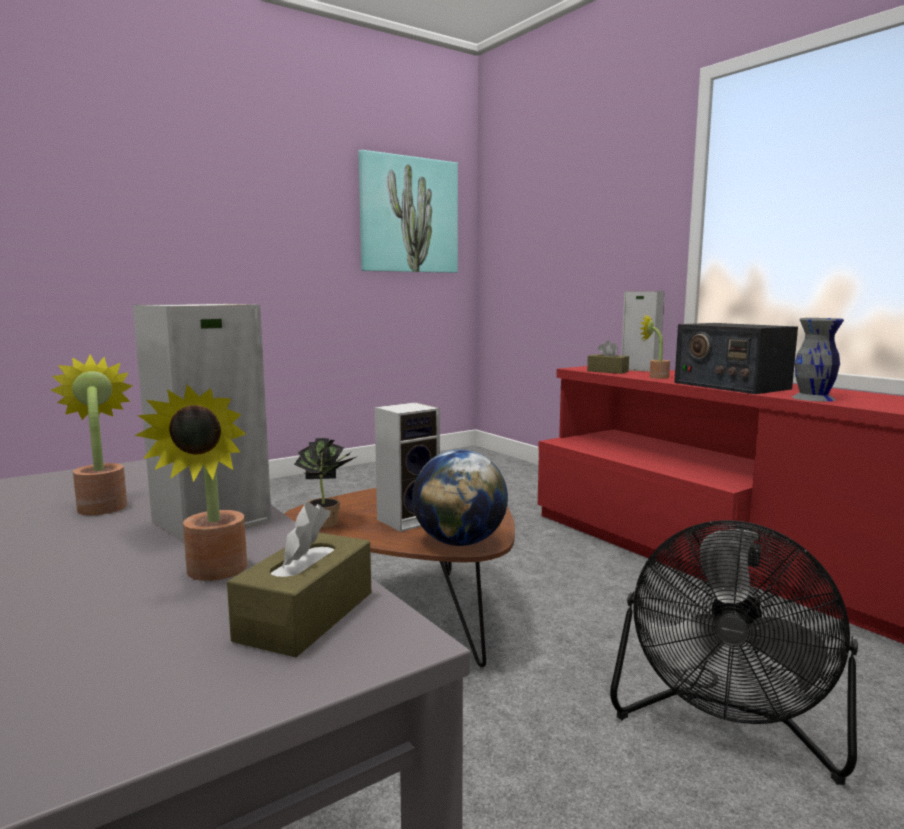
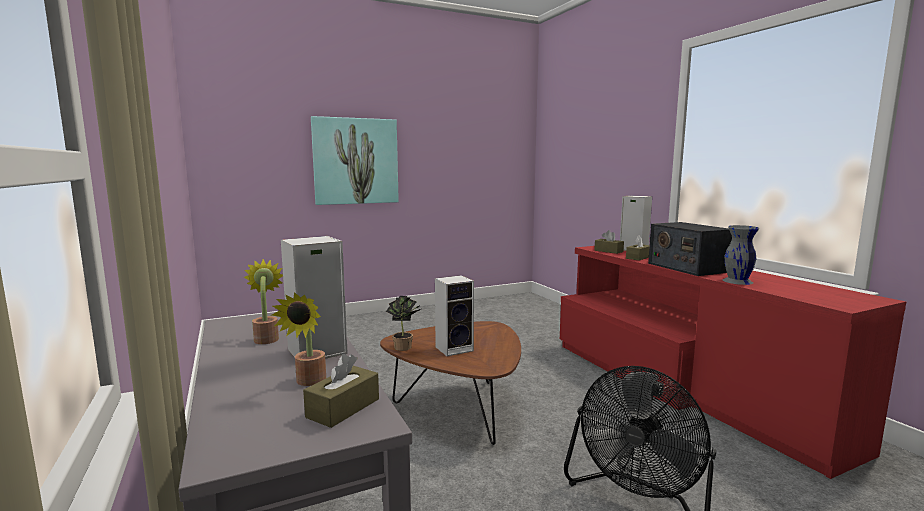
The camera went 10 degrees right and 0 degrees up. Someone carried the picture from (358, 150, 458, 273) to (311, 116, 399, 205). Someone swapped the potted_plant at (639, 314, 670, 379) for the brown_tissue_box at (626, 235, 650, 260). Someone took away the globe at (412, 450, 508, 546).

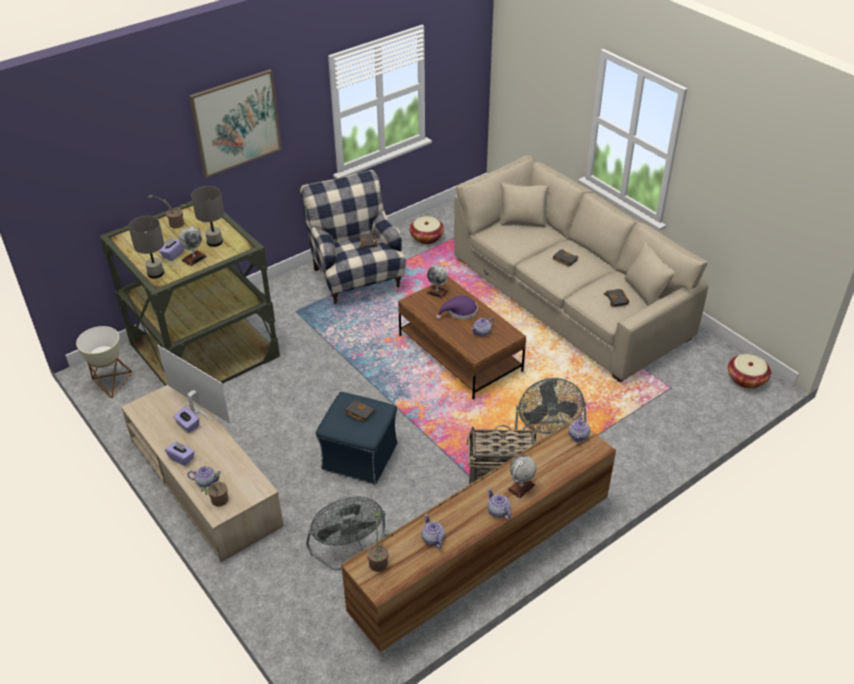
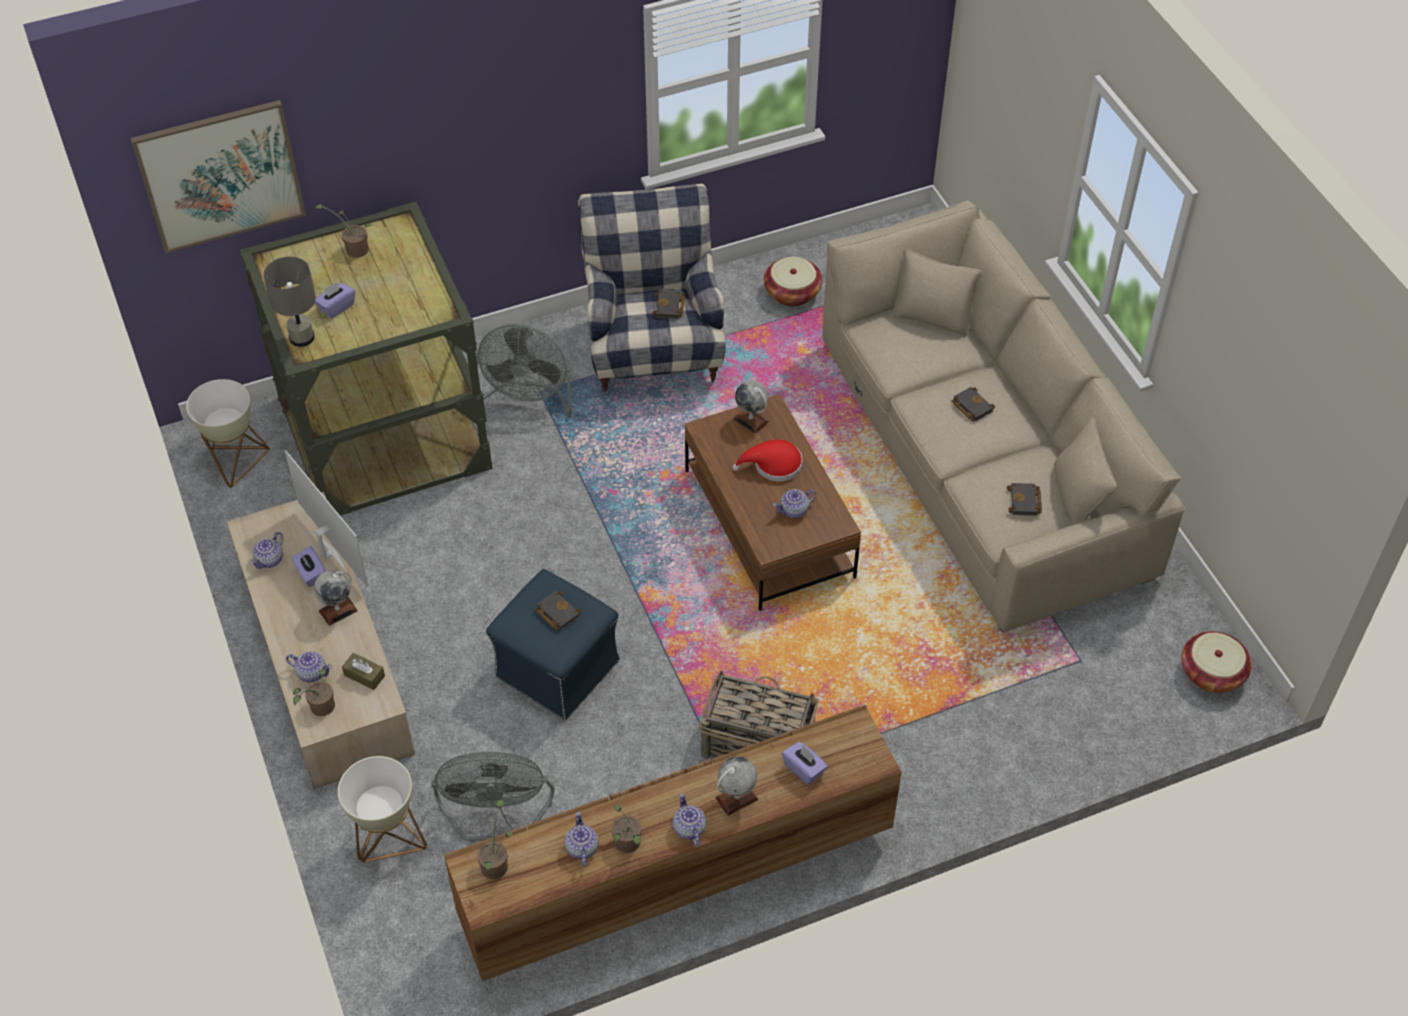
The camera went 15 degrees right and 10 degrees up. Someone carried the picture from (189, 69, 282, 178) to (131, 100, 306, 253). Someone carried the teapot from (569, 415, 590, 442) to (250, 532, 283, 569). Someone carried the globe from (178, 226, 207, 266) to (314, 570, 358, 626). Someone put down the planter at (338, 756, 427, 863). Someone put down the brown_tissue_box at (342, 653, 385, 690). Someone carried the grey_fan from (515, 378, 587, 434) to (476, 323, 572, 417). Someone put down the potted_plant at (612, 804, 642, 853). Someone repainted the purple_hat at (436, 296, 478, 320), which became the red_hat at (732, 439, 802, 482). Someone carried the purple_tissue_box from (165, 441, 195, 466) to (782, 742, 827, 785). Someone took away the grey_table_lamp at (191, 186, 224, 247).

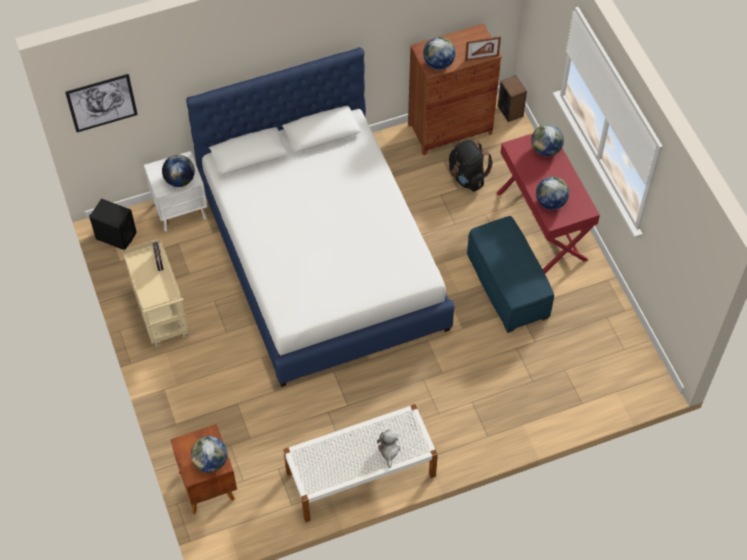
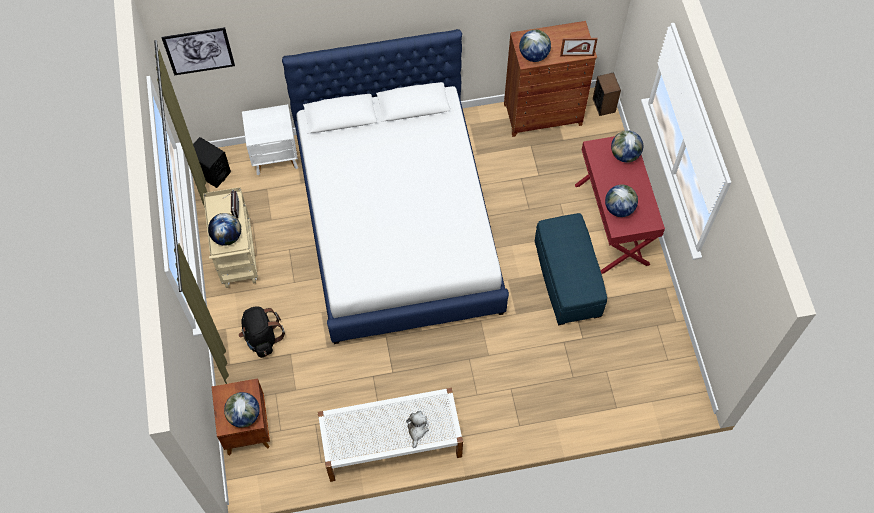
The camera went 10 degrees right and 5 degrees up. Someone carried the globe from (162, 155, 195, 187) to (208, 213, 241, 246). Someone carried the black_backpack from (449, 140, 493, 192) to (239, 306, 285, 358).

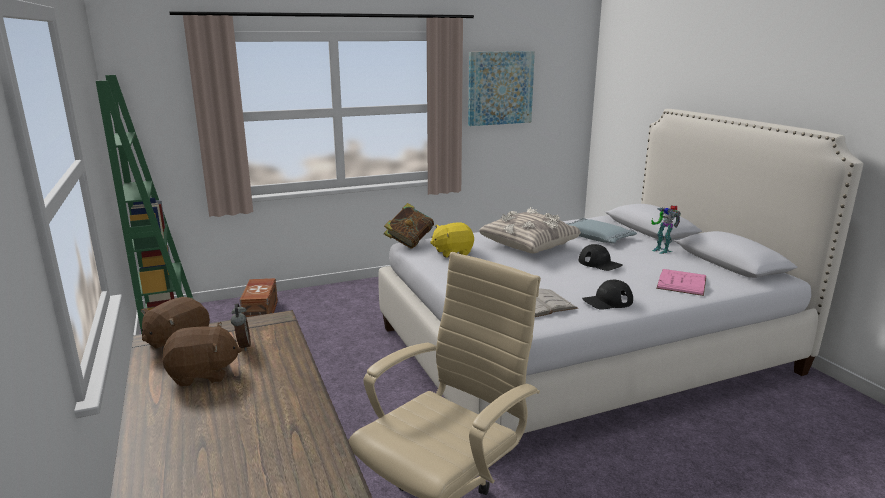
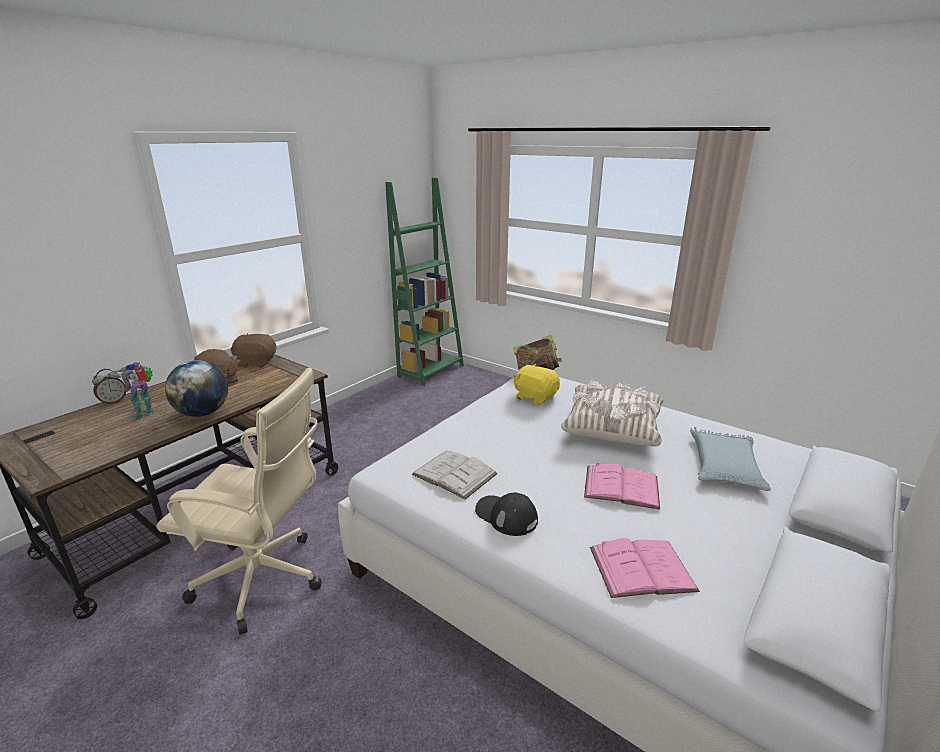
The camera went 60 degrees right and 5 degrees up. Someone carried the alarm_clock from (231, 304, 251, 351) to (92, 369, 126, 405). Someone carried the toy_robot from (651, 205, 681, 254) to (117, 362, 158, 421). Someone put down the globe at (165, 360, 228, 417). Someone swapped the black_cap at (579, 244, 623, 271) for the pink_book at (584, 463, 660, 509). Someone took away the brown_storage_box at (240, 278, 278, 317). Someone took away the picture at (468, 51, 535, 126).

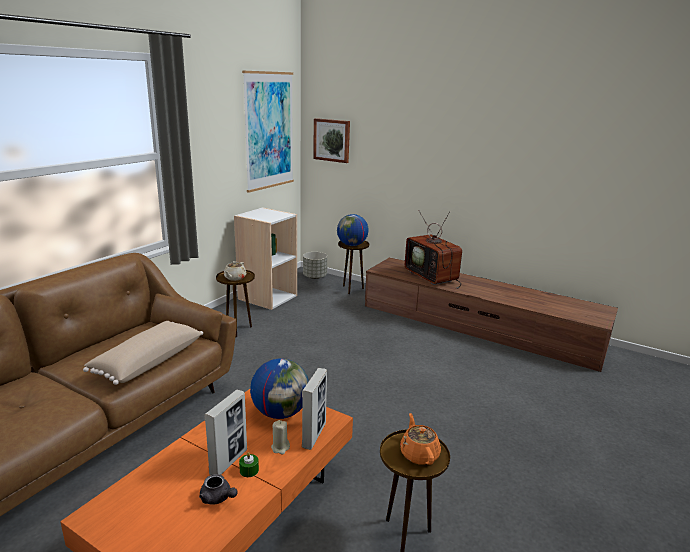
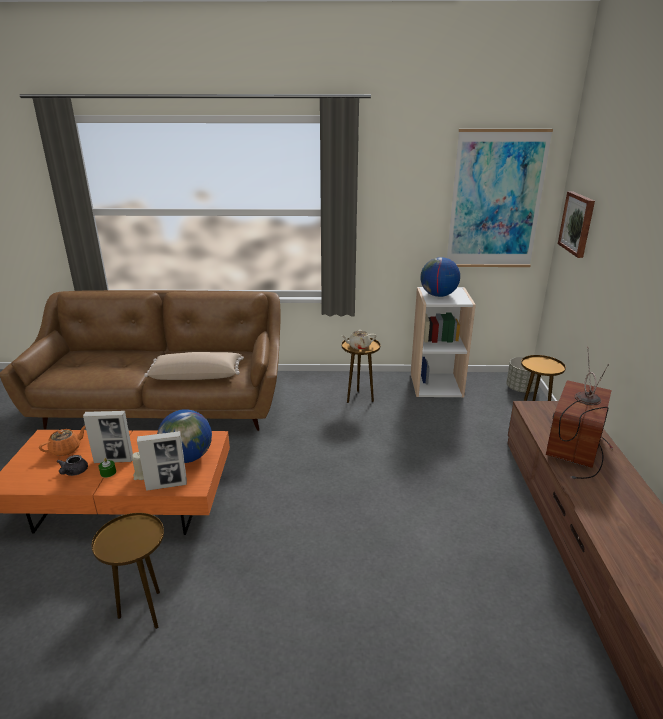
The camera went 60 degrees right and 5 degrees up. Someone carried the orange_teapot from (400, 413, 441, 465) to (39, 426, 86, 456). Someone carried the globe from (337, 214, 368, 246) to (420, 257, 460, 297).

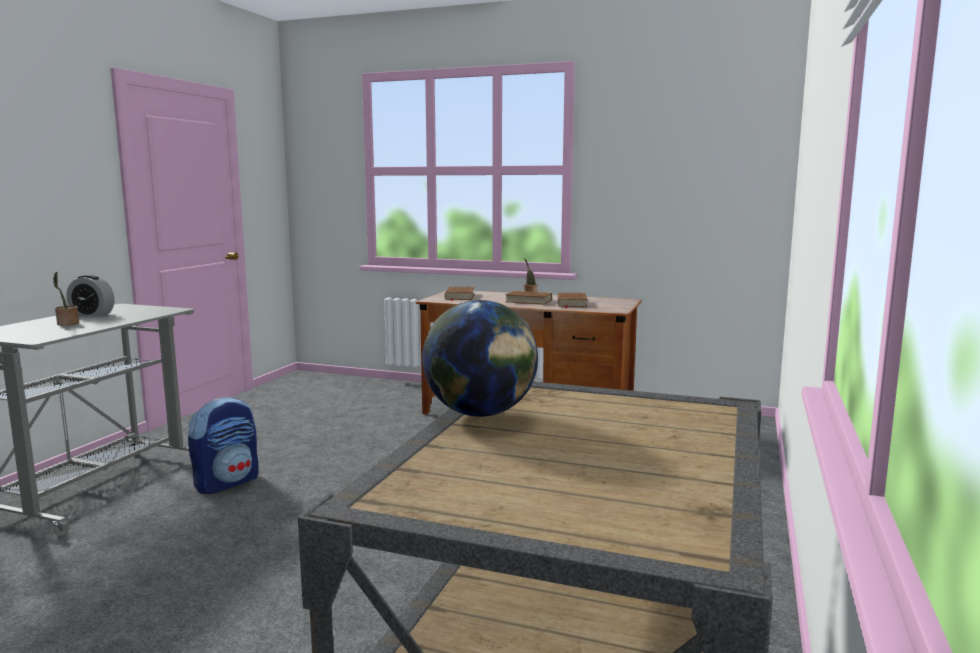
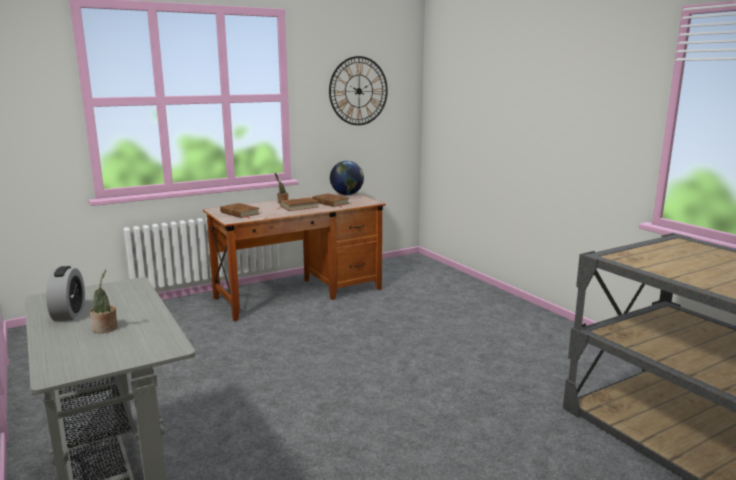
The camera went 50 degrees left and 5 degrees up. Someone rotated the alarm_clock at (66, 275, 114, 316) by 60 degrees counterclockwise. Someone put up the wall_clock at (329, 56, 388, 125). Someone carried the globe from (422, 300, 538, 417) to (330, 161, 364, 195). Someone took away the backpack at (188, 396, 259, 494).

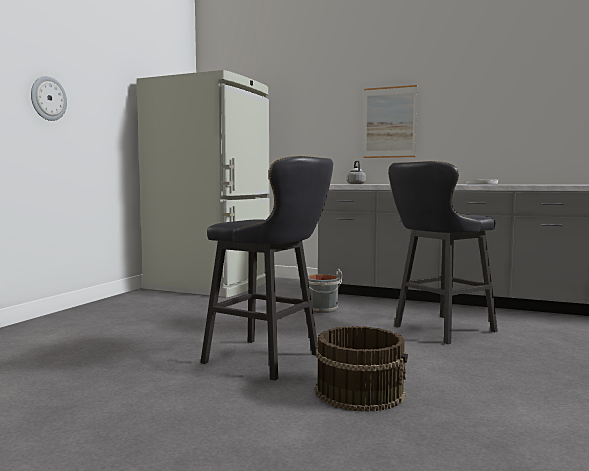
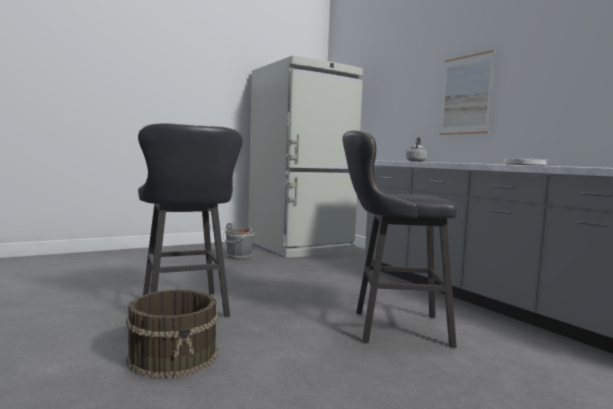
The camera went 35 degrees right and 0 degrees up. Someone carried the grey_bucket from (307, 269, 343, 313) to (223, 223, 255, 260). Someone took away the wall_clock at (31, 76, 67, 121).

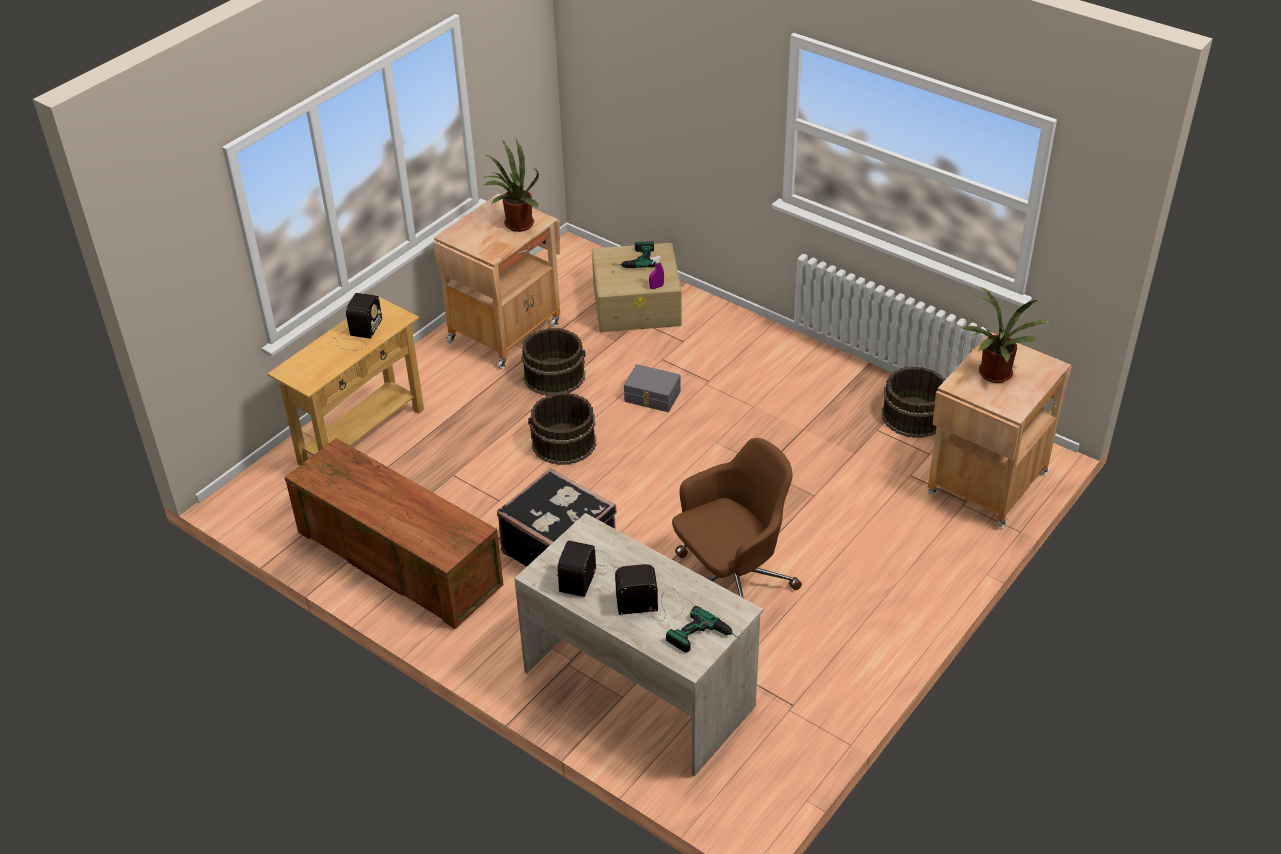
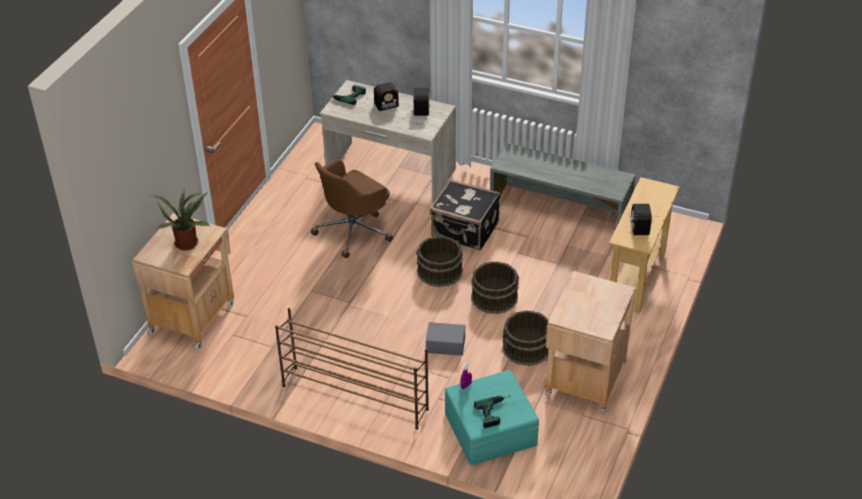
The camera went 165 degrees right and 0 degrees up. Someone put down the brown_shoe_rack at (275, 308, 429, 429). Someone carried the brown_bucket from (881, 366, 945, 438) to (416, 236, 463, 287). Someone repainted the beige_storage_box at (592, 243, 682, 332), which became the turquoise_storage_box at (445, 370, 539, 465). Someone repainted the brown_bench at (284, 438, 504, 629), which became the grey_bench at (490, 143, 636, 227). Someone took away the potted_plant at (482, 139, 539, 232).

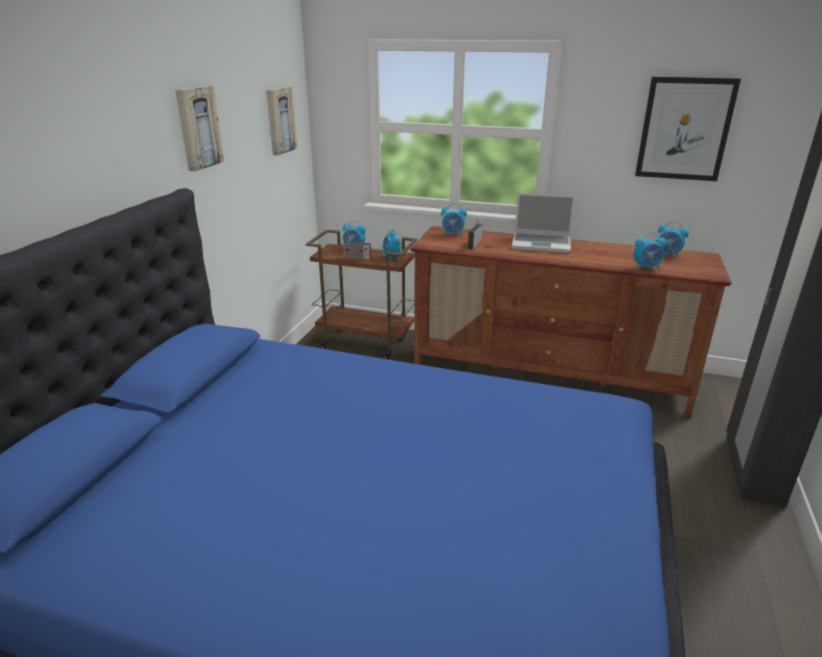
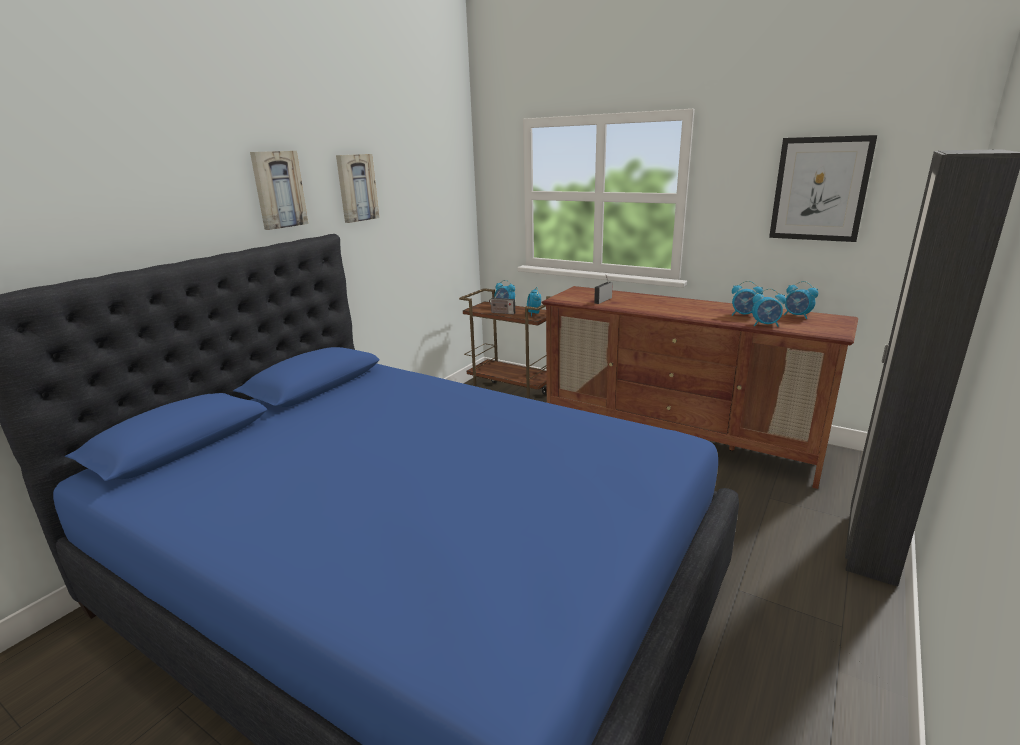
The camera went 15 degrees right and 5 degrees down. Someone carried the picture from (266, 87, 297, 155) to (250, 151, 308, 230). Someone carried the alarm_clock from (441, 203, 467, 236) to (732, 281, 763, 316). Someone took away the laptop at (511, 193, 575, 253).

